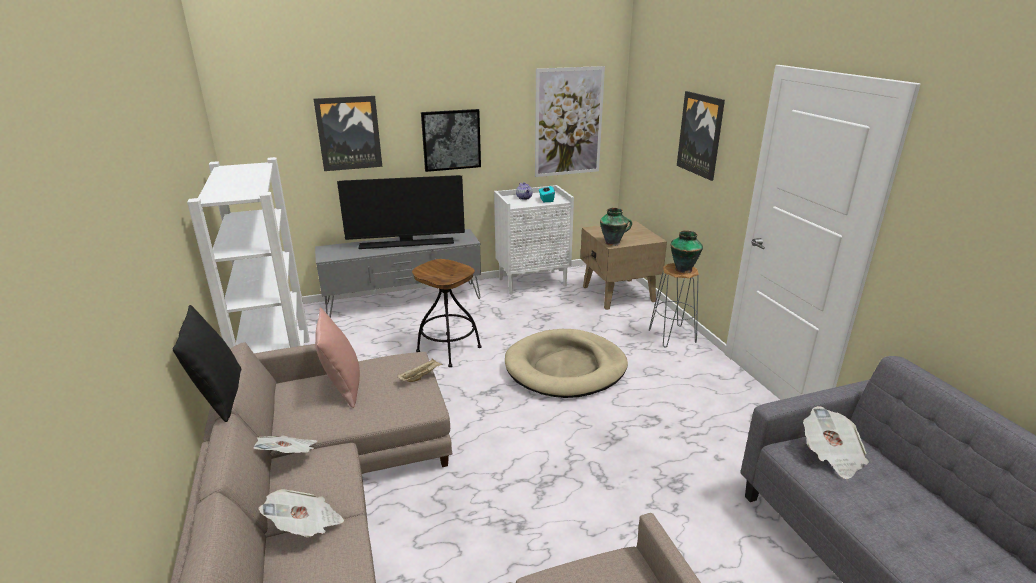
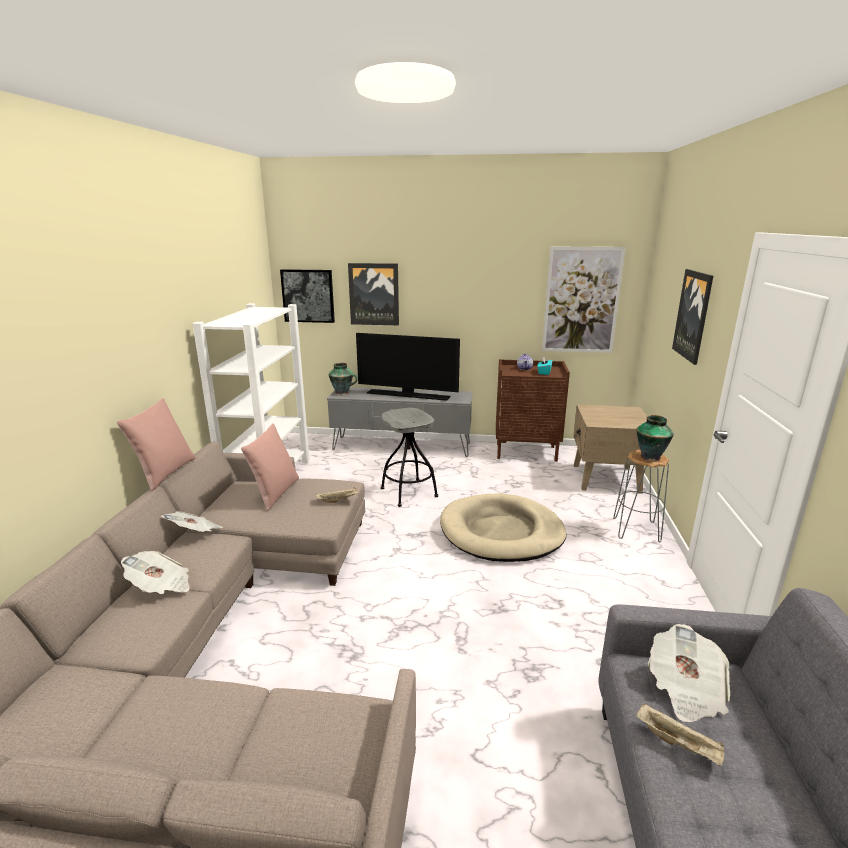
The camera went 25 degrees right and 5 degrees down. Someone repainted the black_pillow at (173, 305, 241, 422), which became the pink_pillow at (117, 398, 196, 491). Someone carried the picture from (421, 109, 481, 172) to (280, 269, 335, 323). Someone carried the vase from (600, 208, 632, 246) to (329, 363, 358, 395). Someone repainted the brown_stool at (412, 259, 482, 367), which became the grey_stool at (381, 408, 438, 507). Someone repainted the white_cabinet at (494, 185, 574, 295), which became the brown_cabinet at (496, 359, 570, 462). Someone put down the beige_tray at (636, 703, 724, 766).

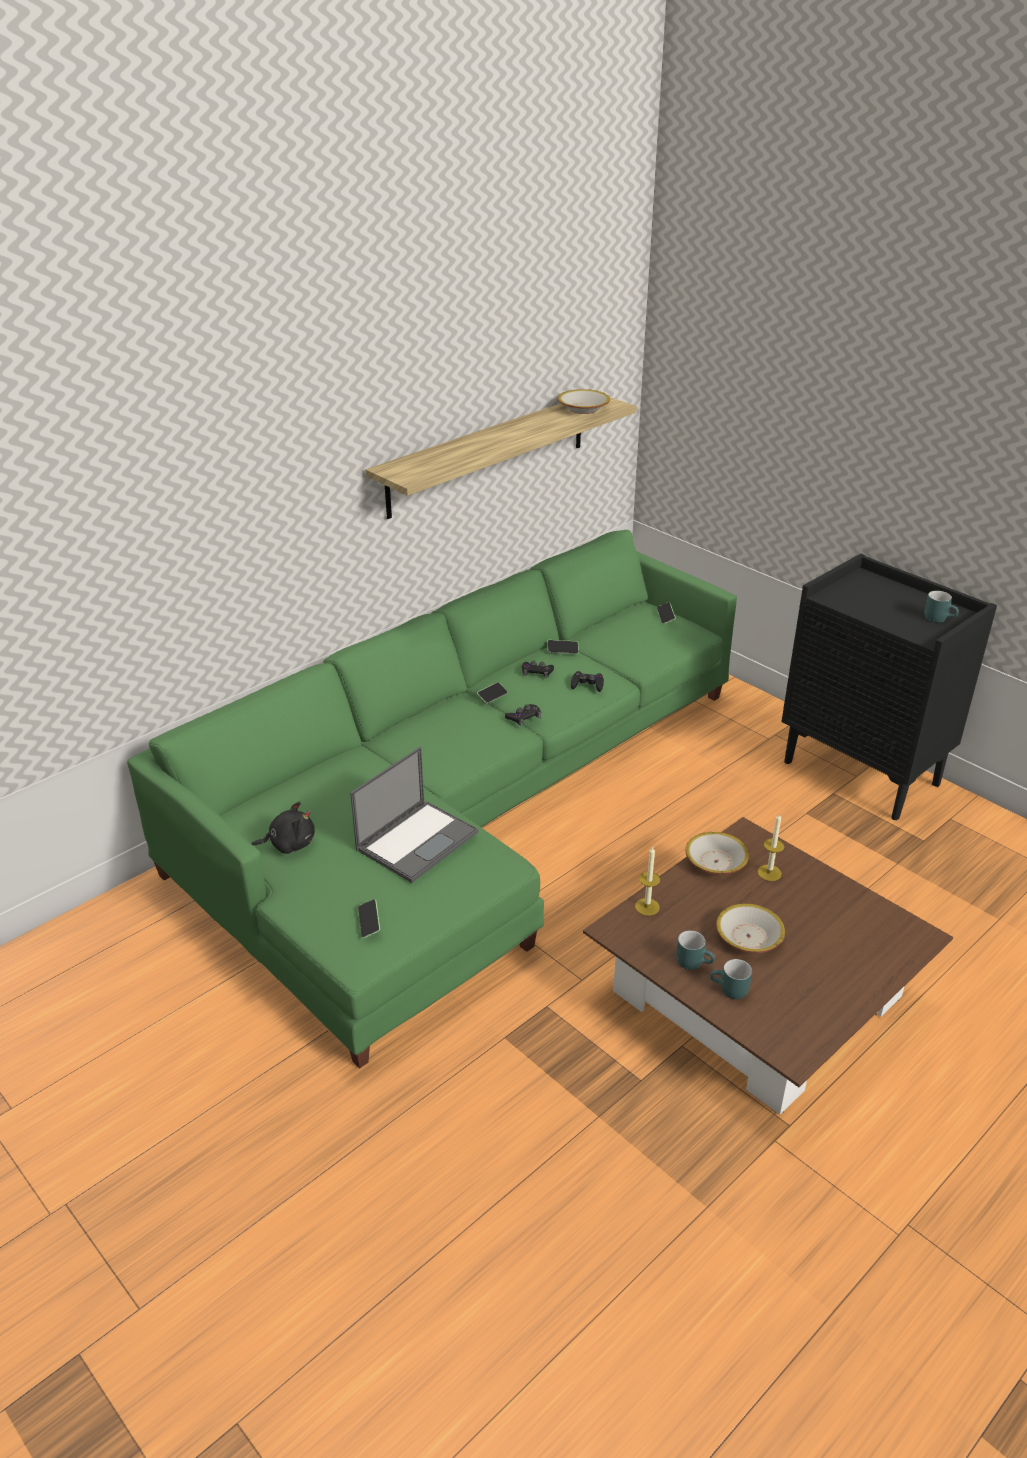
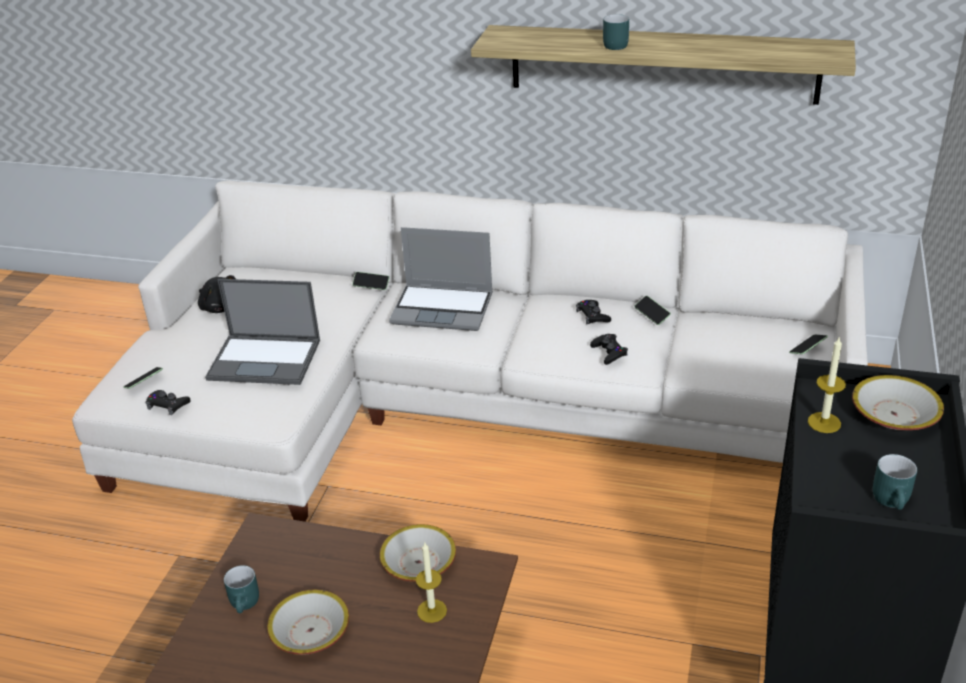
The camera went 60 degrees right and 0 degrees up. Someone repainted the green_sofa at (127, 530, 737, 1069), which became the white_sofa at (72, 180, 868, 522). Someone carried the black_game_controller from (505, 704, 541, 726) to (146, 390, 191, 415). Someone carried the phone from (477, 682, 508, 703) to (352, 272, 389, 290). Someone put down the laptop at (389, 227, 493, 331). Someone carried the turquoise_mug from (710, 959, 752, 1000) to (603, 14, 629, 50). Someone carried the candle from (635, 846, 660, 916) to (808, 336, 846, 433). Someone carried the bowl from (558, 389, 610, 414) to (852, 375, 944, 430).

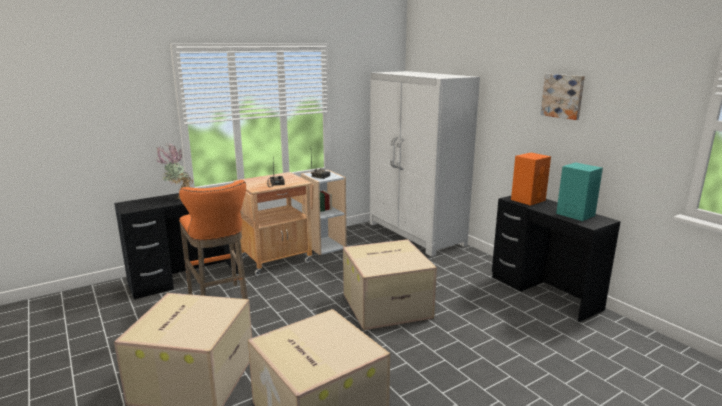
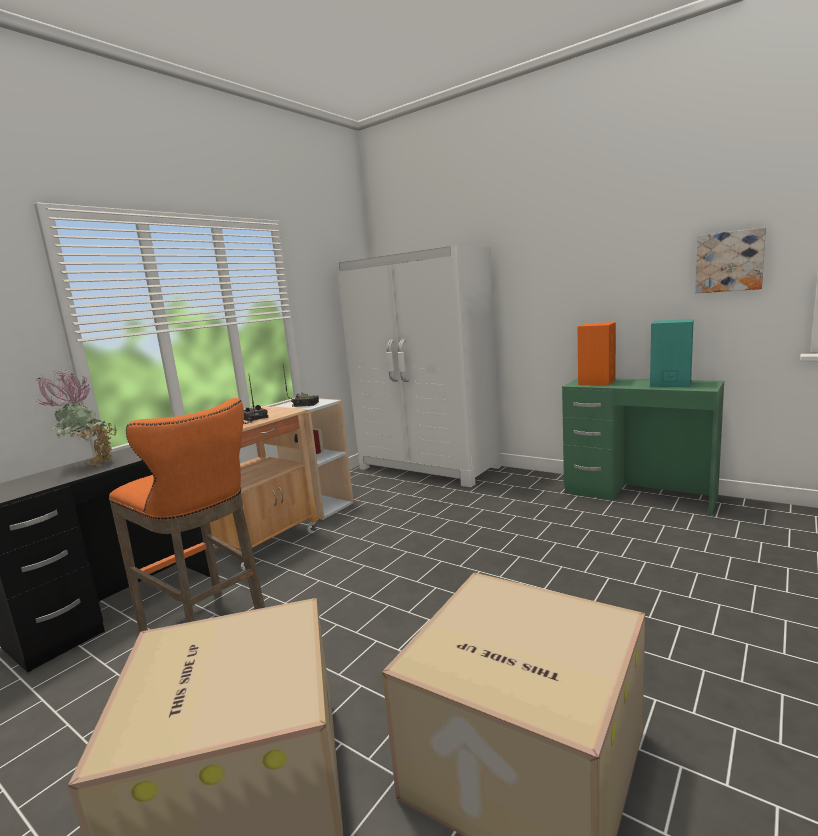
The camera went 20 degrees left and 5 degrees down. Someone repainted the black_desk at (492, 196, 621, 322), which became the green_desk at (562, 378, 724, 516). Someone carried the picture from (540, 74, 585, 120) to (695, 227, 766, 293). Someone took away the cardboard_box at (343, 239, 437, 330).

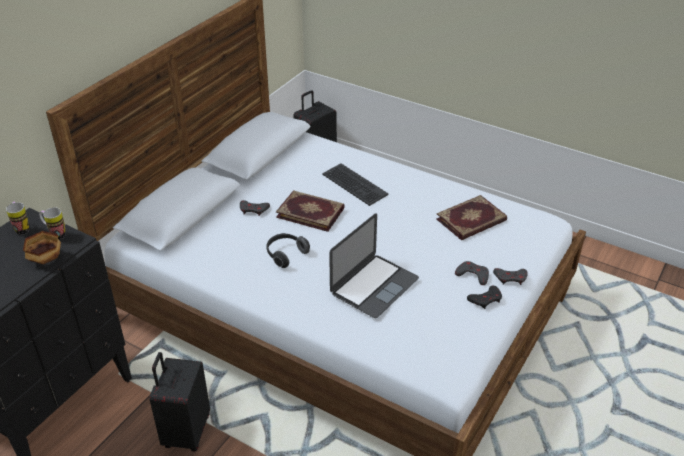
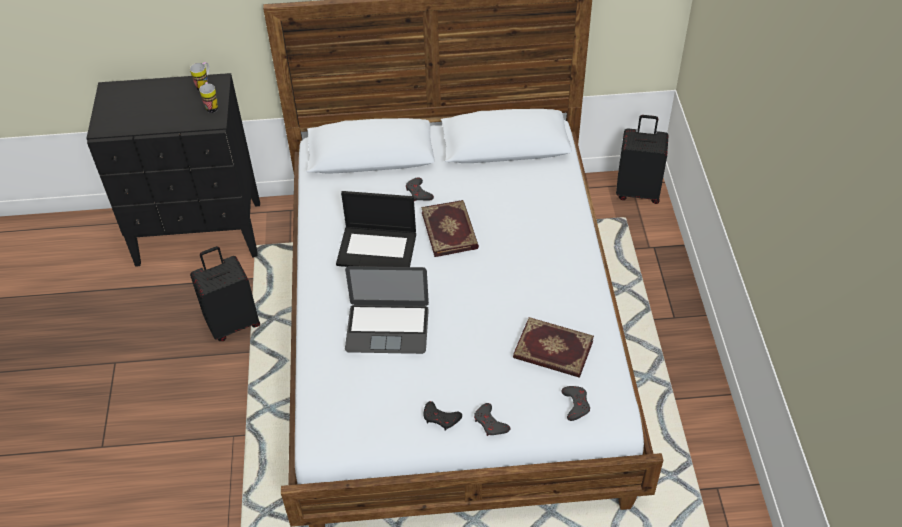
The camera went 55 degrees right and 10 degrees up. Someone swapped the headphones at (266, 233, 310, 268) for the laptop at (336, 191, 416, 267). Someone carried the grey_game_controller from (455, 261, 489, 285) to (561, 386, 590, 421). Someone took away the bowl at (23, 231, 61, 264). Someone took away the keyboard at (322, 163, 389, 206).

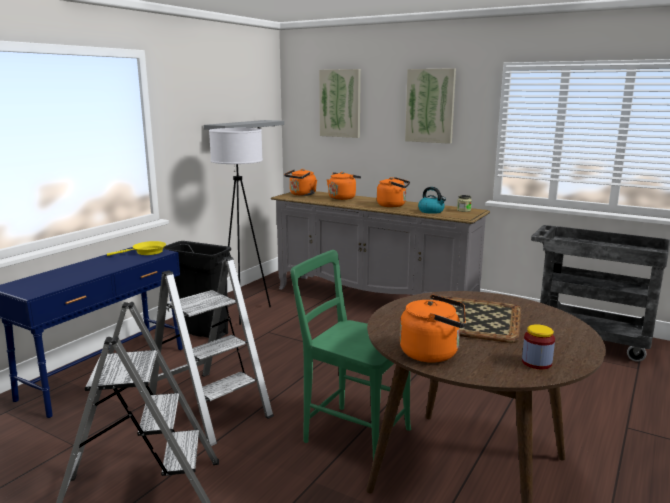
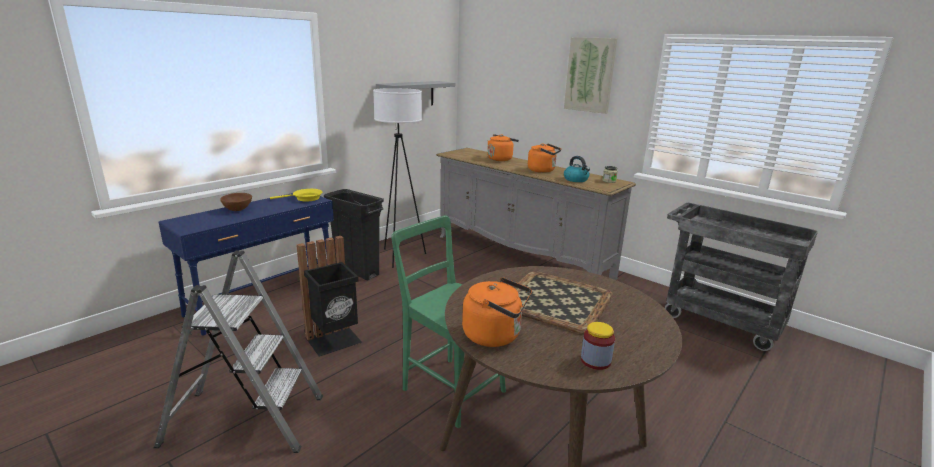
The camera went 10 degrees right and 5 degrees up. Someone put down the brown_bowl at (221, 193, 252, 211). Someone swapped the grey_step_ladder at (149, 256, 274, 446) for the black_trash_can at (296, 236, 362, 357). Someone took away the orange_kettle at (284, 169, 317, 196). Someone took away the picture at (319, 69, 361, 138).

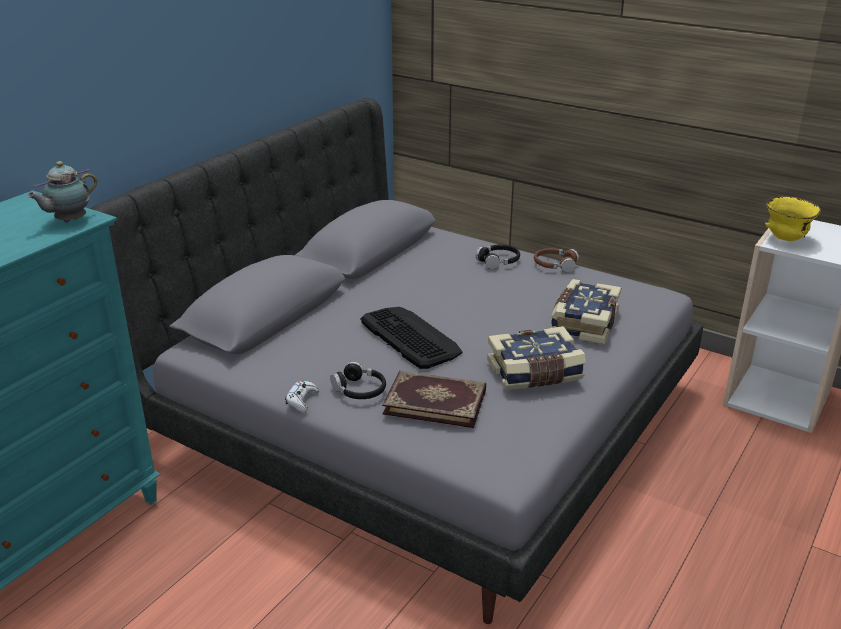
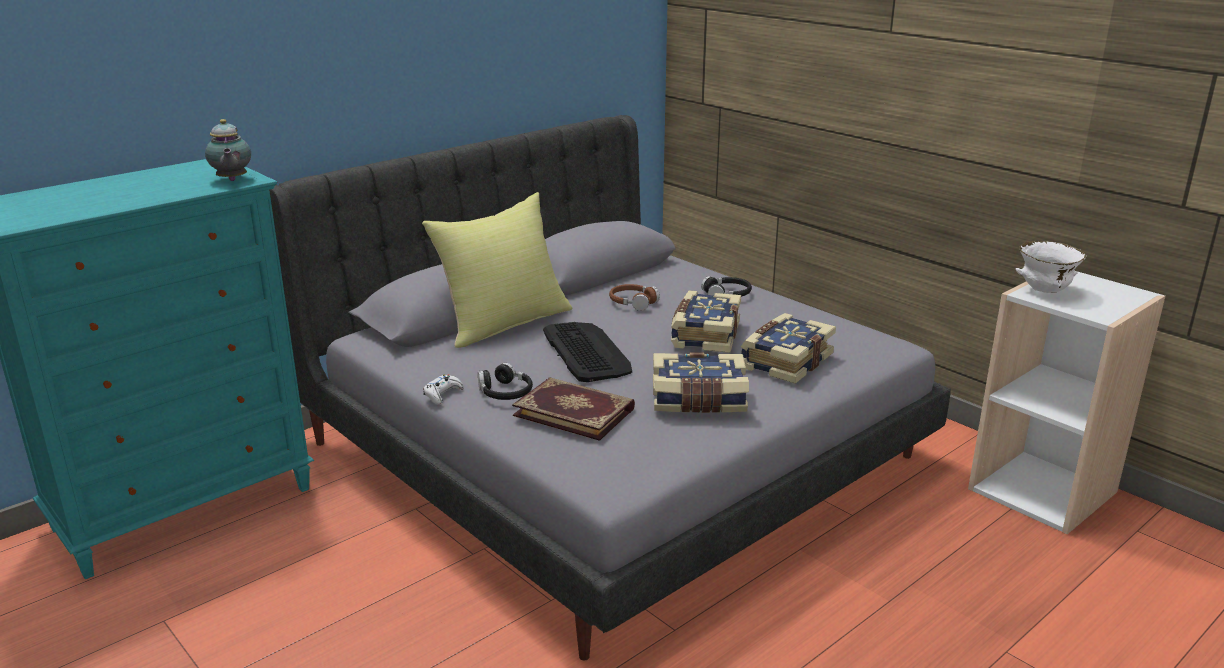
The camera went 15 degrees right and 5 degrees down. Someone rotated the teapot at (27, 161, 97, 222) by 75 degrees counterclockwise. Someone put down the yellow_pillow at (422, 192, 572, 348). Someone carried the brown_headphones from (534, 248, 579, 273) to (609, 284, 660, 311). Someone put down the book at (671, 291, 741, 353). Someone repainted the yellow_bowl at (765, 196, 821, 241), which became the white_bowl at (1016, 241, 1086, 293).

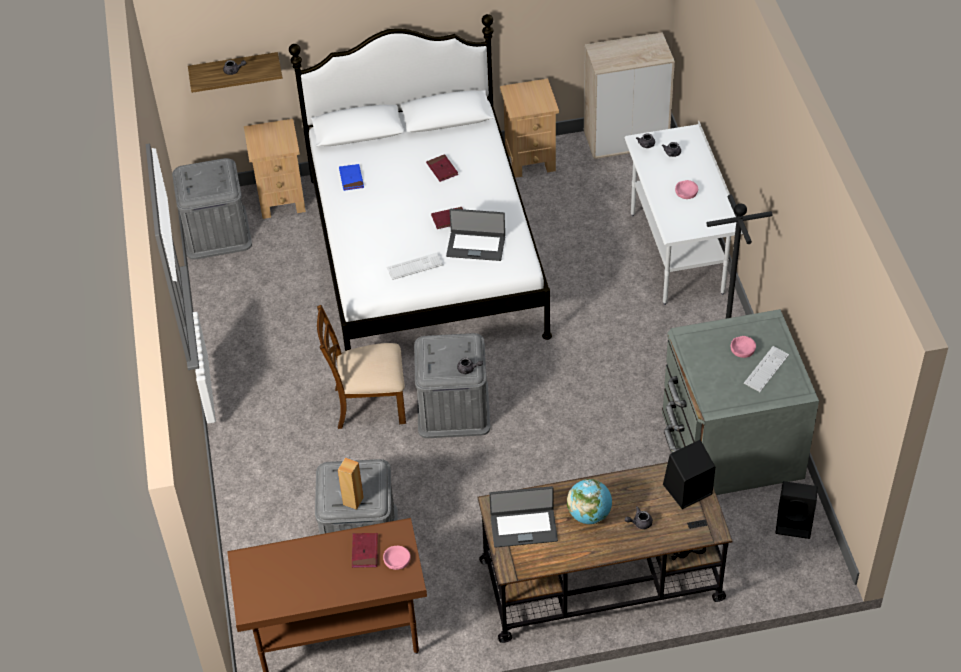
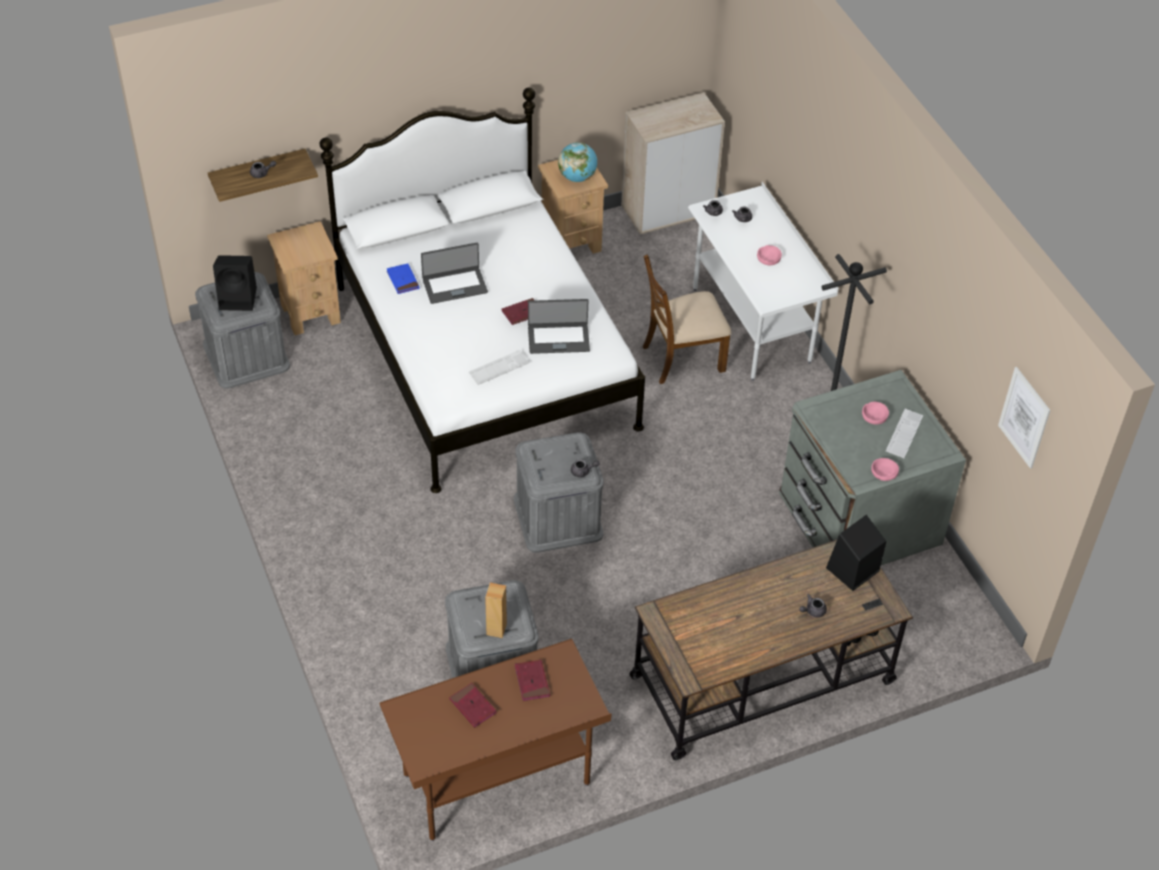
The camera went 15 degrees left and 0 degrees up. Someone carried the black_speaker from (776, 481, 817, 539) to (213, 255, 257, 311). Someone carried the laptop from (489, 486, 558, 548) to (421, 243, 488, 304). Someone carried the red_book from (426, 154, 458, 182) to (449, 683, 497, 728). Someone carried the globe from (567, 479, 612, 524) to (558, 142, 597, 182). Someone carried the brown_chair from (317, 305, 406, 429) to (643, 254, 731, 384). Someone carried the pink_bowl from (383, 546, 411, 570) to (871, 458, 899, 481). Someone put up the picture at (998, 367, 1051, 469).

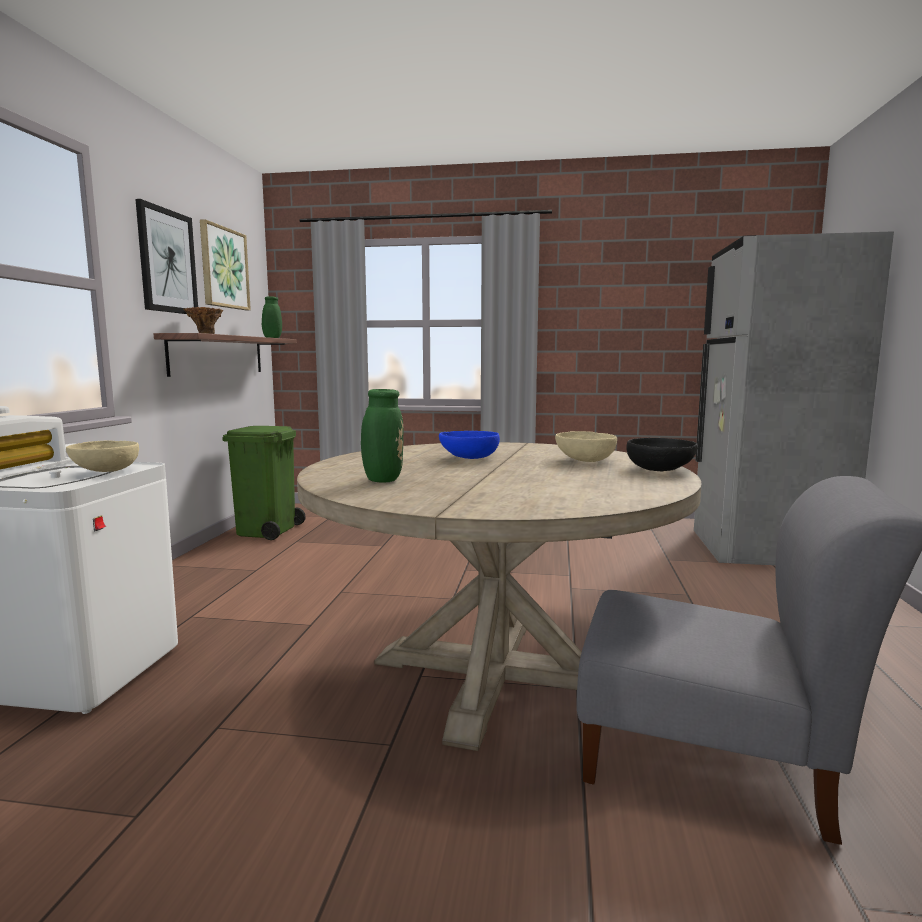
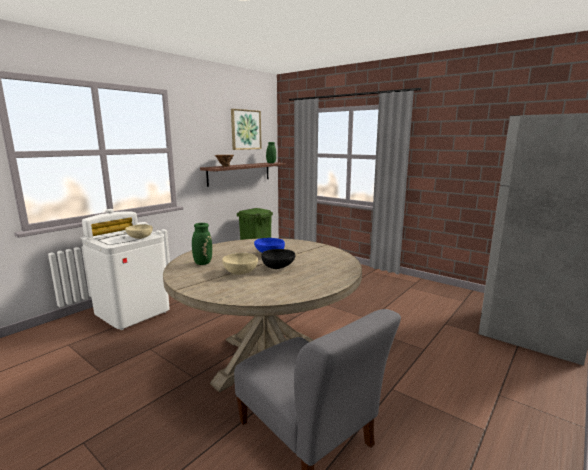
The camera went 30 degrees right and 5 degrees up. Someone carried the beige_bowl from (555, 431, 617, 462) to (222, 253, 258, 275). Someone carried the black_bowl from (627, 438, 698, 471) to (261, 249, 295, 269). Someone took away the picture at (135, 199, 198, 314).

